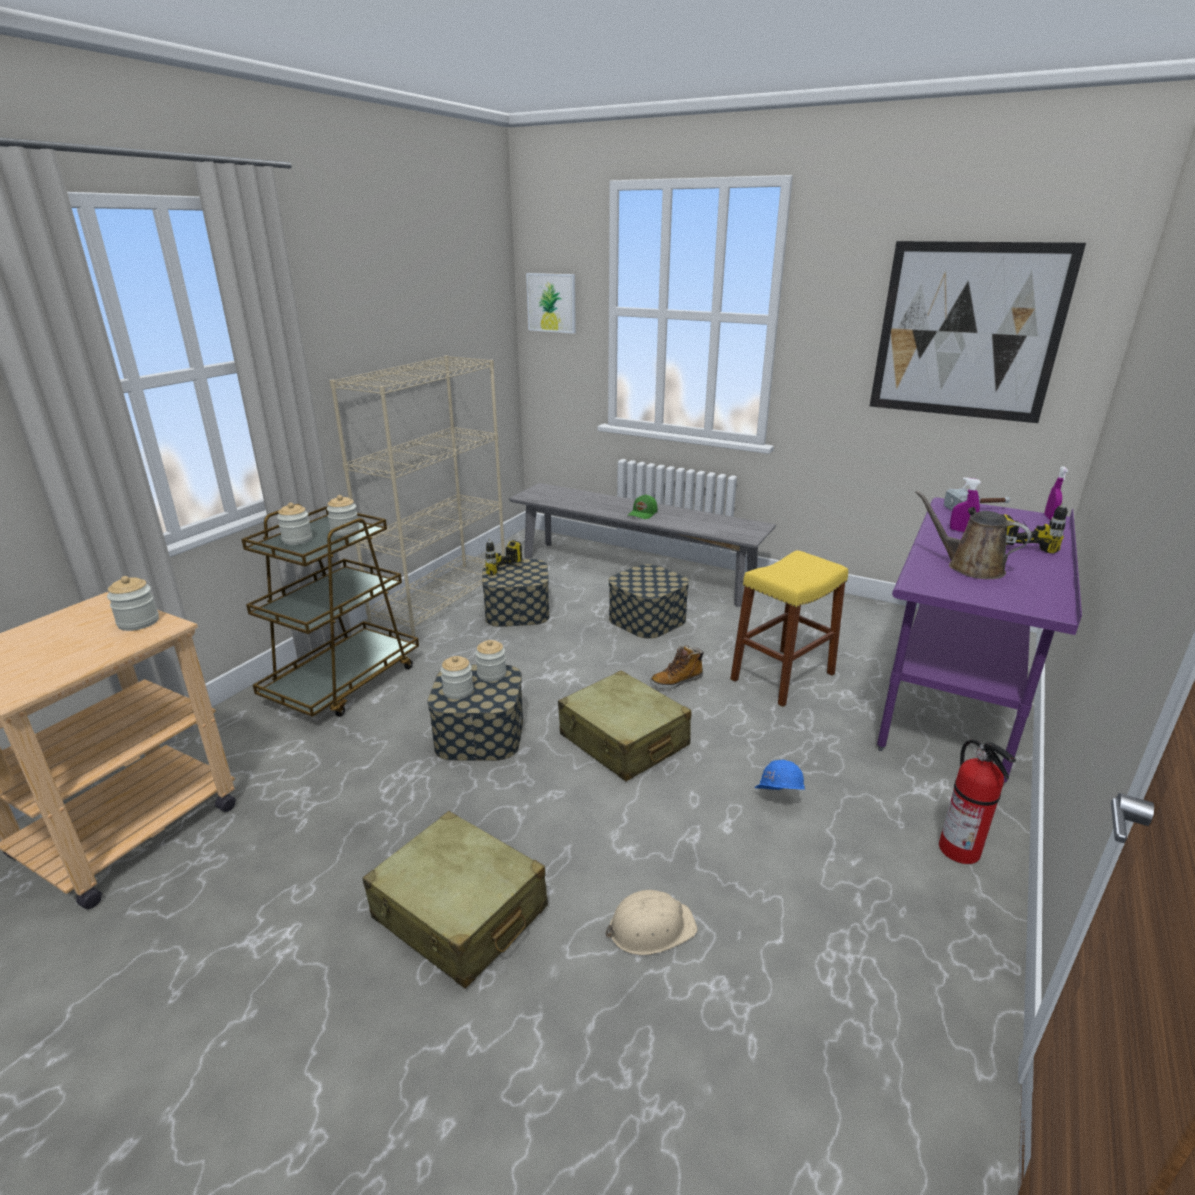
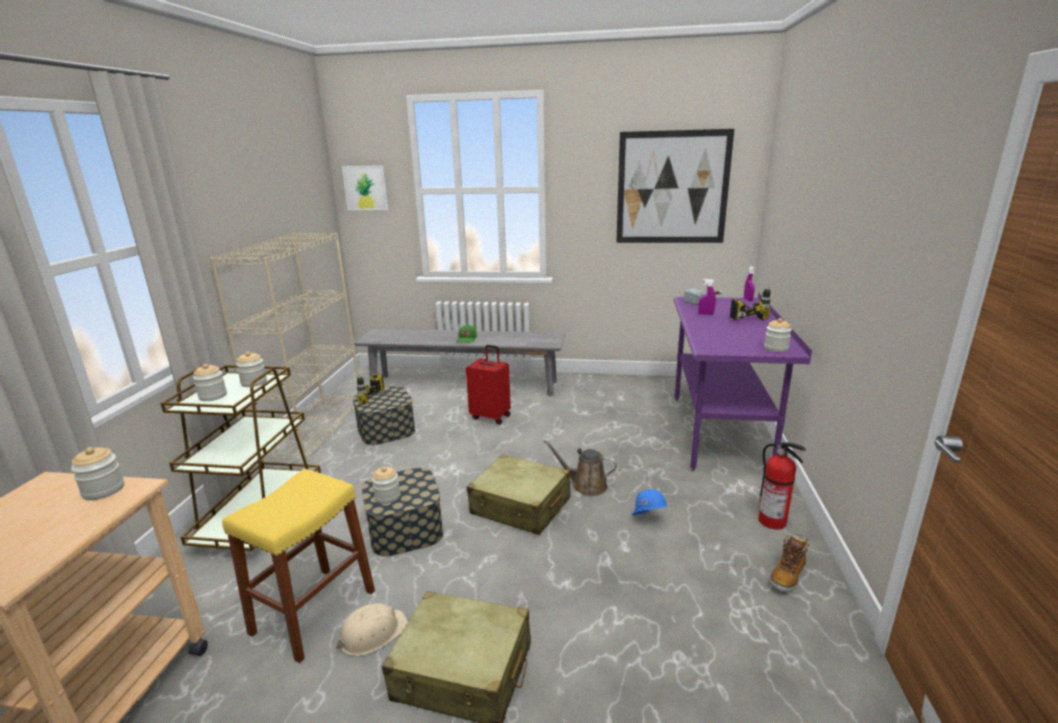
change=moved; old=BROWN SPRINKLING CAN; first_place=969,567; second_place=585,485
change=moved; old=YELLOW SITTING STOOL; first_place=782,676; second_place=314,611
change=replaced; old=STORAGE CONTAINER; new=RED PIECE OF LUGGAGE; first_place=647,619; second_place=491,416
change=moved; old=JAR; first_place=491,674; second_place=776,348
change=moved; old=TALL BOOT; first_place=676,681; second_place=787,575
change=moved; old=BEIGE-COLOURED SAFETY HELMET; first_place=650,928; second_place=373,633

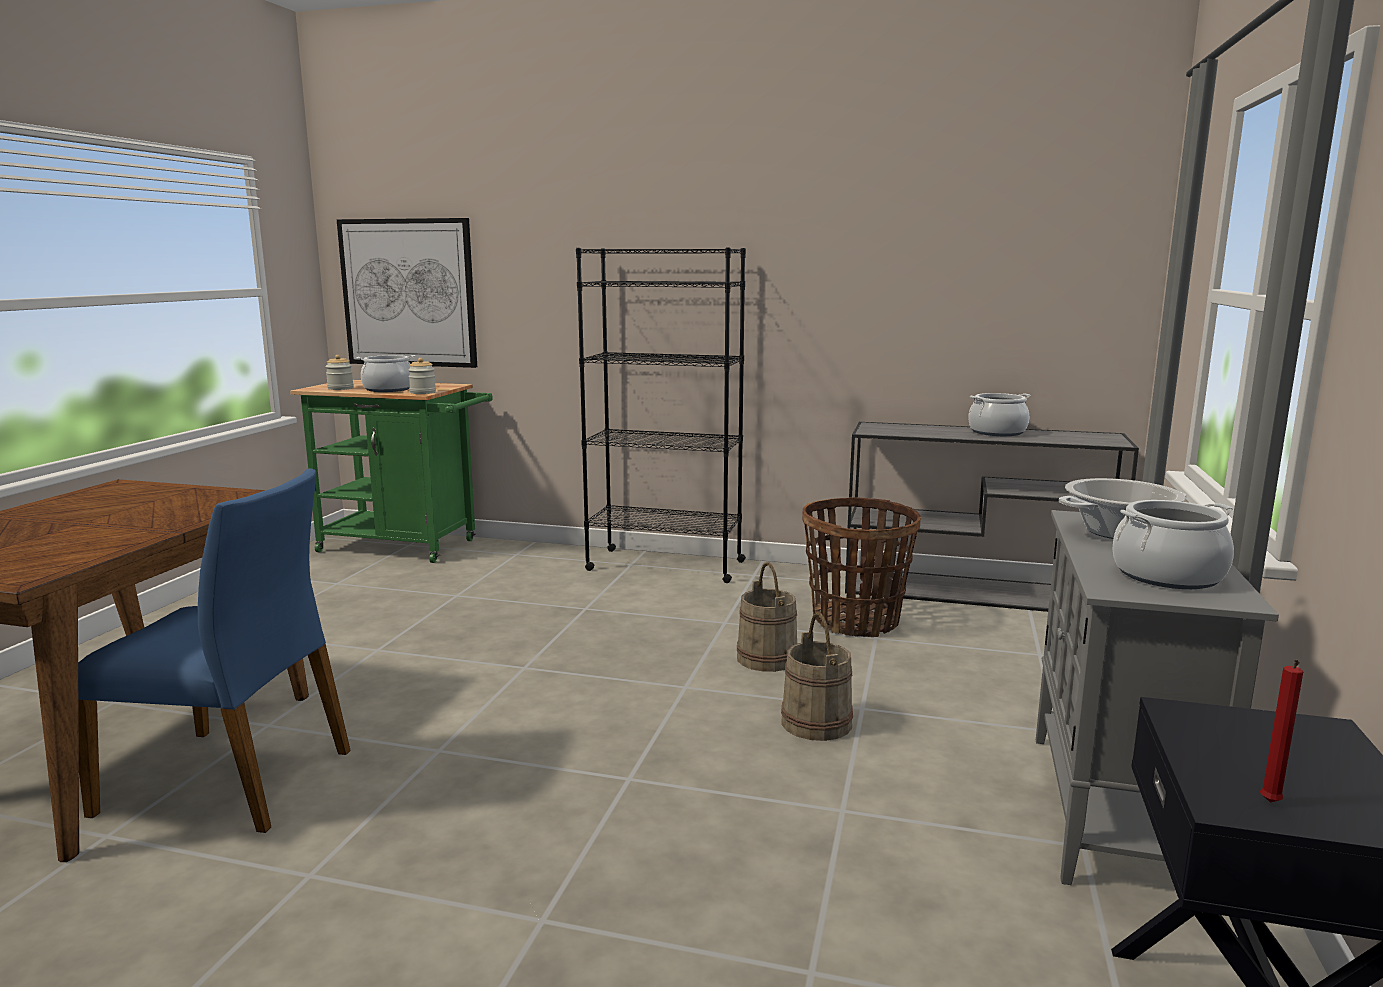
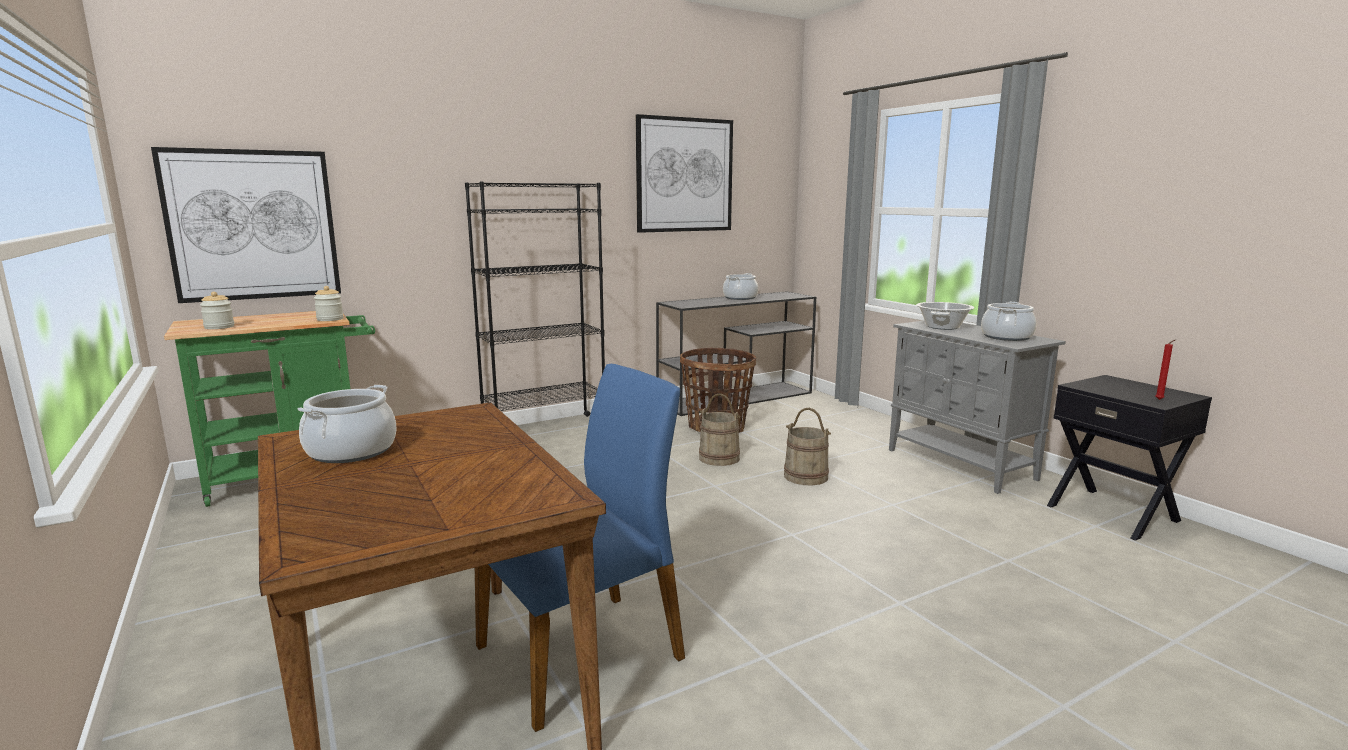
change=moved; old=STOCKPOT; first_place=388,389; second_place=351,451
change=added; new=PICTURE; second_place=684,175

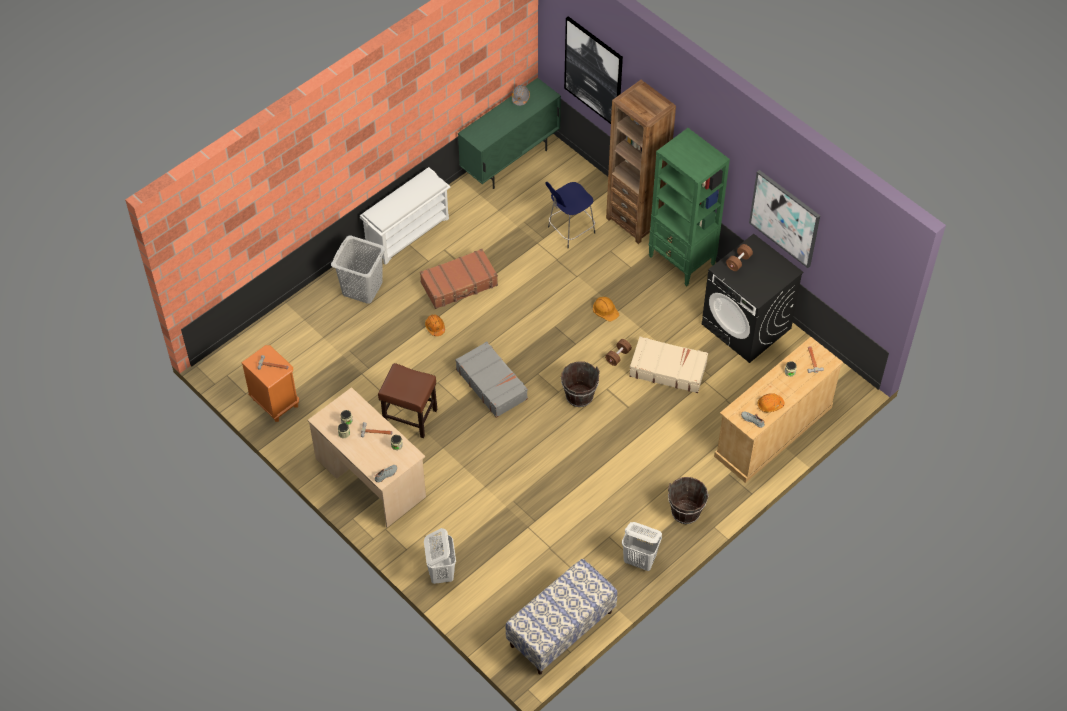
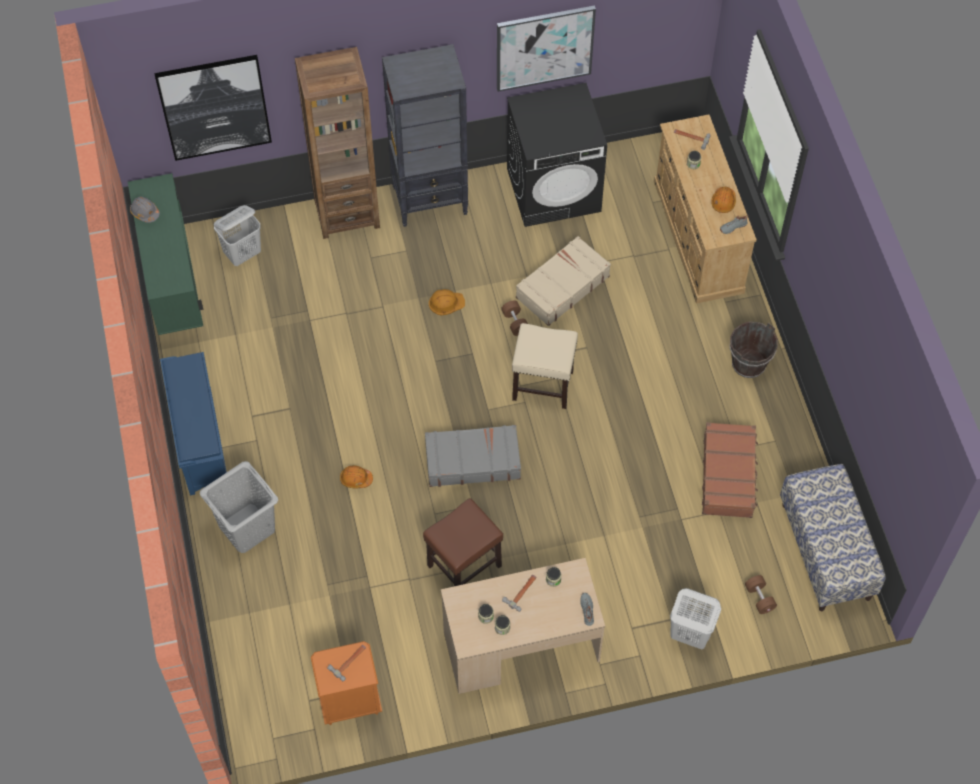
change=recoloured; old=GREEN-COLOURED BOOKCASE; new=BLACK-COLOURED BOOKCASE; first_place=682,261; second_place=430,200
change=recoloured; old=WHITE SHOE SHELF; new=BLUE-COLOURED SHOE SHELF; first_place=408,232; second_place=199,440
change=removed; old=BLUE-COLOURED SITTING STOOL; first_place=570,230
change=moved; old=BROWN HAND WEIGHT; first_place=738,262; second_place=759,598
change=moved; old=BROWN PIECE OF LUGGAGE; first_place=459,284; second_place=728,475
change=replaced; old=BROWN WATER BUCKET; new=BEIGE-COLOURED SITTING STOOL; first_place=579,396; second_place=543,385
change=moved; old=WHITE HAMPER; first_place=640,560; second_place=243,254

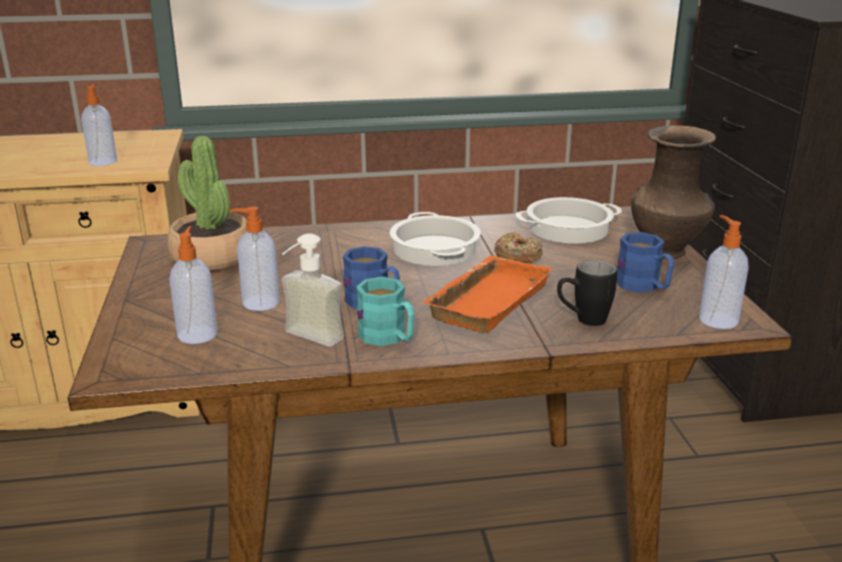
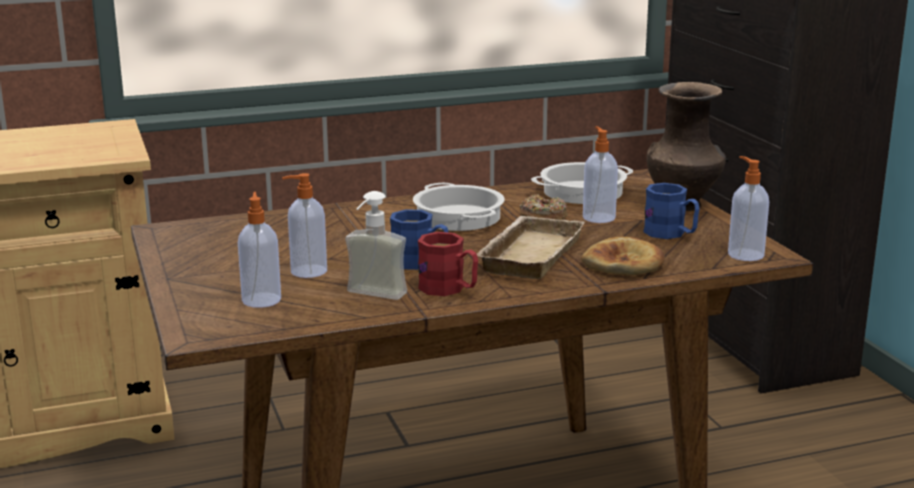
change=moved; old=LIQUID SOAP BOTTLE; first_place=103,161; second_place=598,217
change=removed; old=HOUSEPLANT; first_place=212,257
change=recoloured; old=ORANGE TRAY; new=BEIGE-COLOURED TRAY; first_place=486,300; second_place=528,254
change=replaced; old=BLACK-COLOURED COFFEE MUG; new=BAKED BREAD; first_place=582,320; second_place=624,264
change=recoloured; old=BLUE-GREEN COFFEE MUG; new=RED COFFEE MUG; first_place=388,338; second_place=449,289

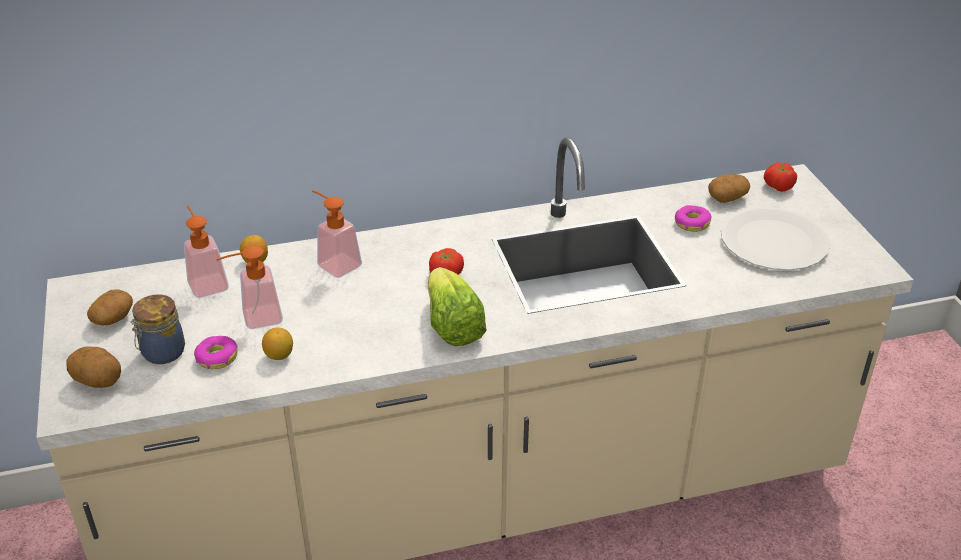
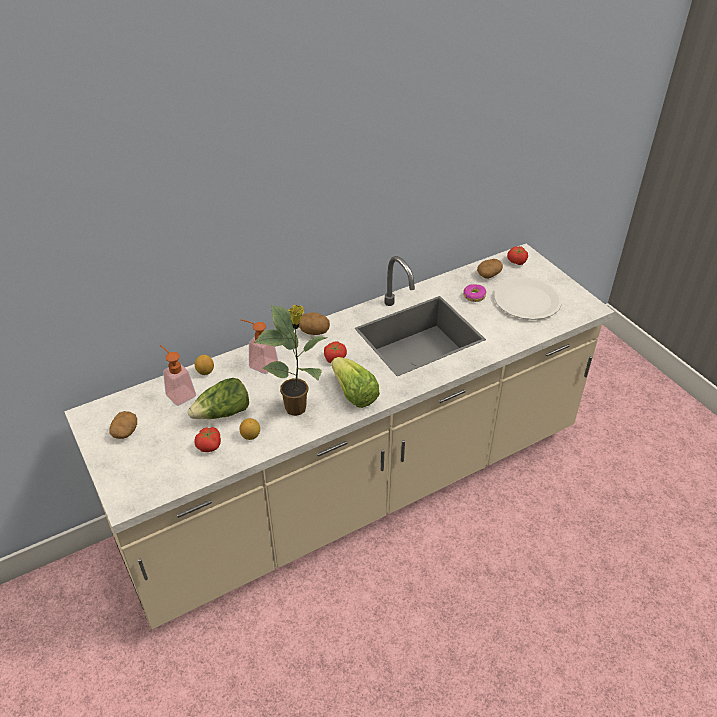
change=replaced; old=LIQUID SOAP BOTTLE; new=LETTUCE HEAD; first_place=254,319; second_place=223,413
change=removed; old=JAR; first_place=162,353
change=replaced; old=DONUT; new=WHOLE TOMATO; first_place=216,358; second_place=209,445
change=moved; old=POTATO; first_place=98,381; second_place=314,332
change=added; new=HOUSEPLANT; second_place=297,408

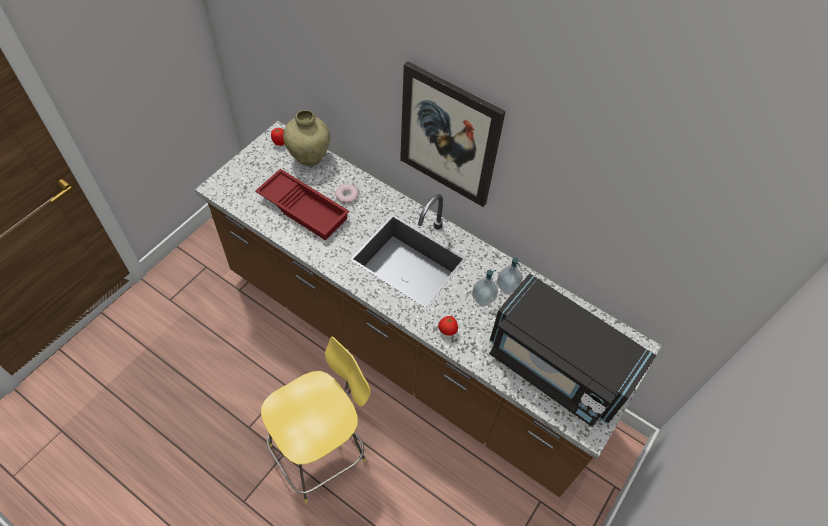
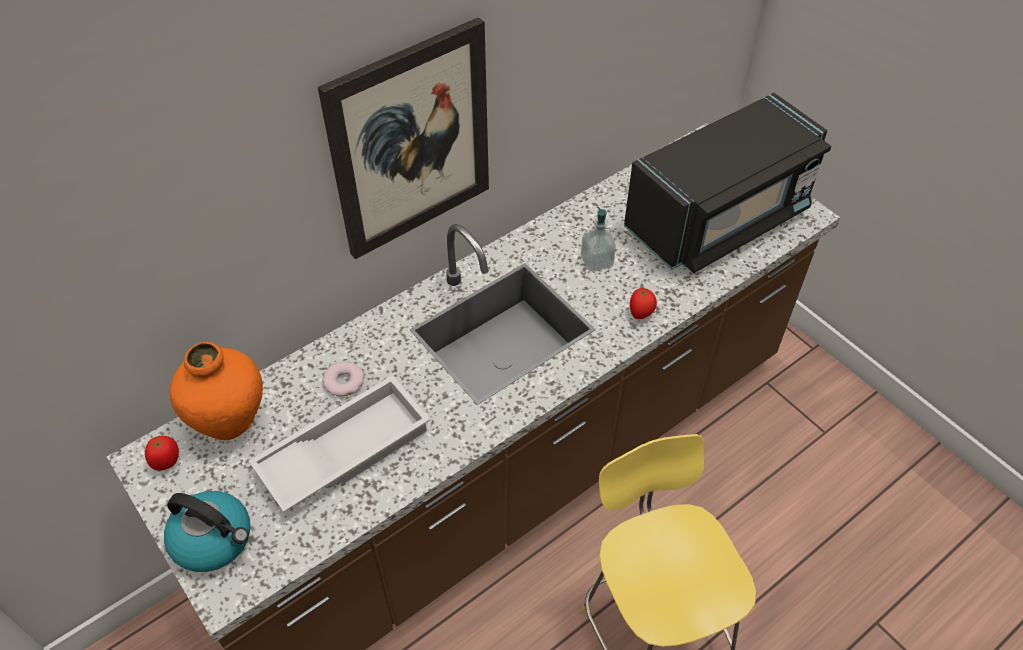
change=recoloured; old=BEIGE-COLOURED DECORATIVE VASE; new=ORANGE DECORATIVE VASE; first_place=309,158; second_place=230,420
change=recoloured; old=RED TRAY; new=WHITE TRAY; first_place=304,208; second_place=344,449
change=removed; old=LIQUID SOAP BOTTLE; first_place=507,285
change=added; new=TEA KETTLE; second_place=214,539

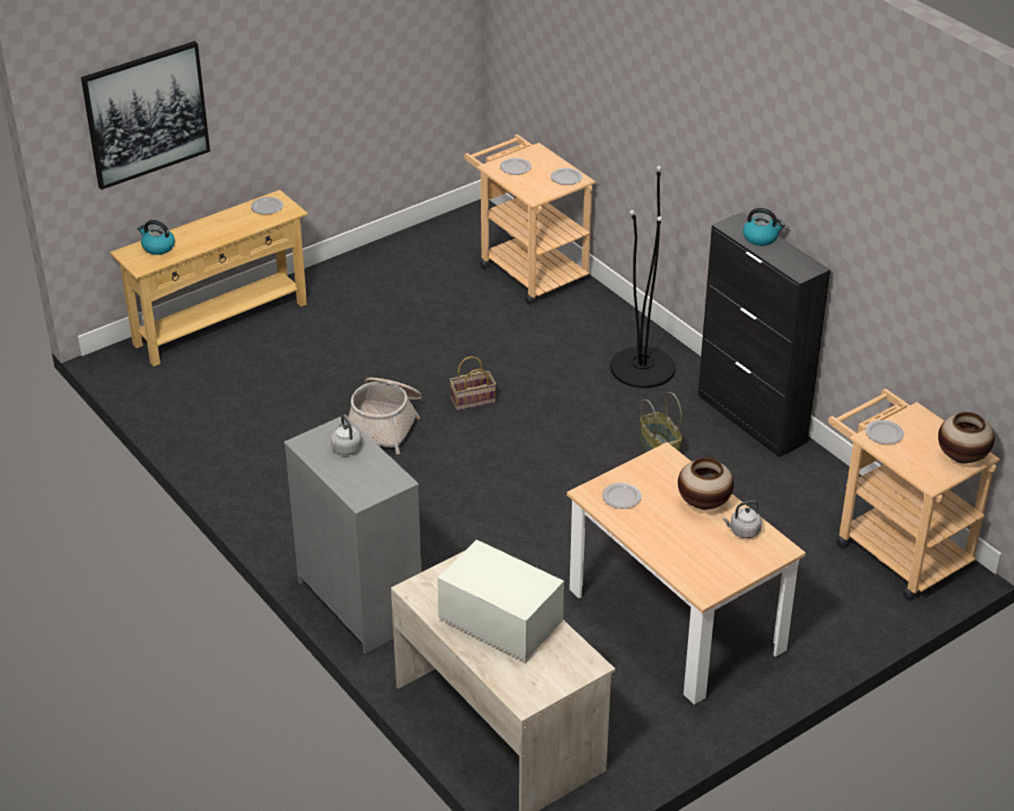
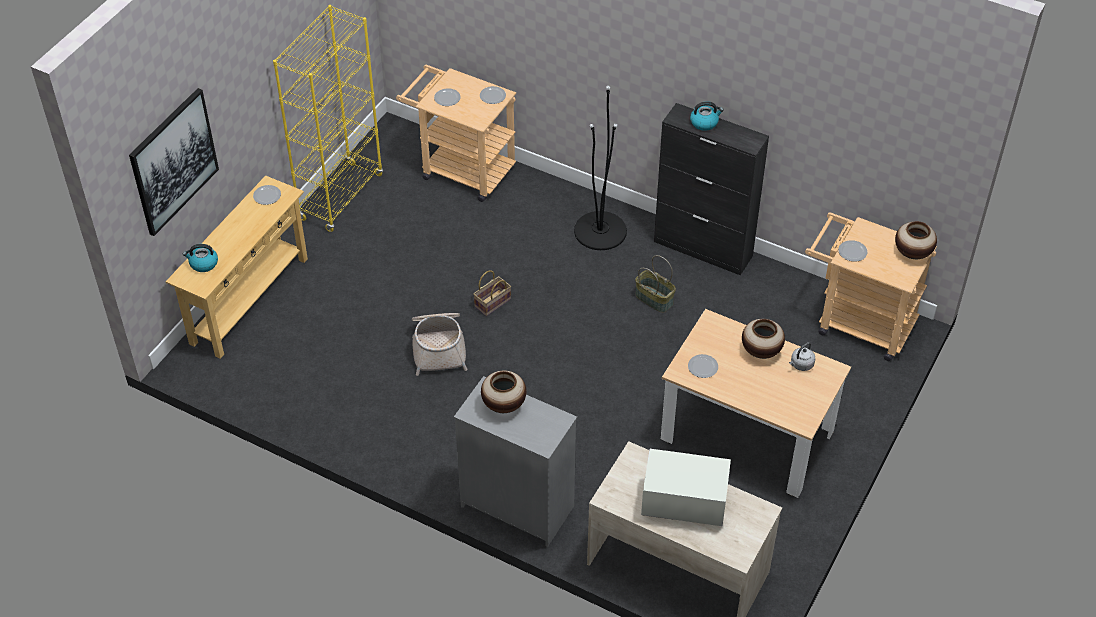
change=replaced; old=GRAY TEA KETTLE; new=DECORATIVE VASE; first_place=346,447; second_place=503,404
change=added; new=YELLOW BOOKCASE; second_place=341,197

